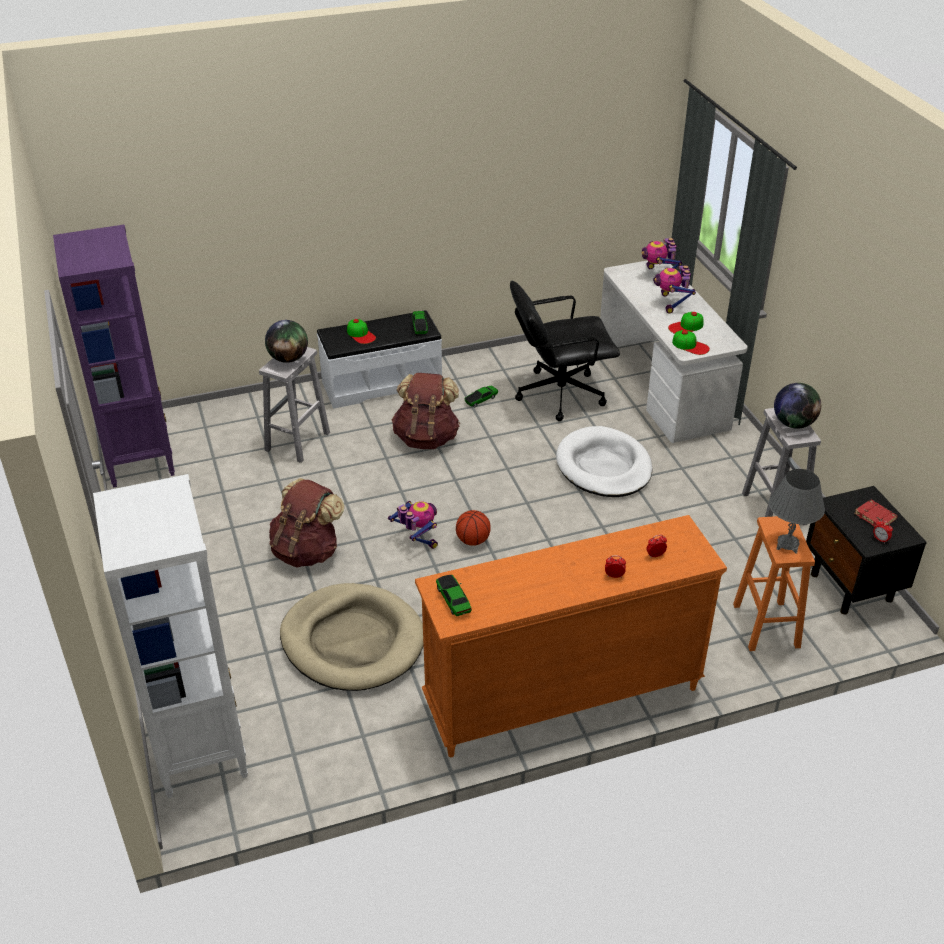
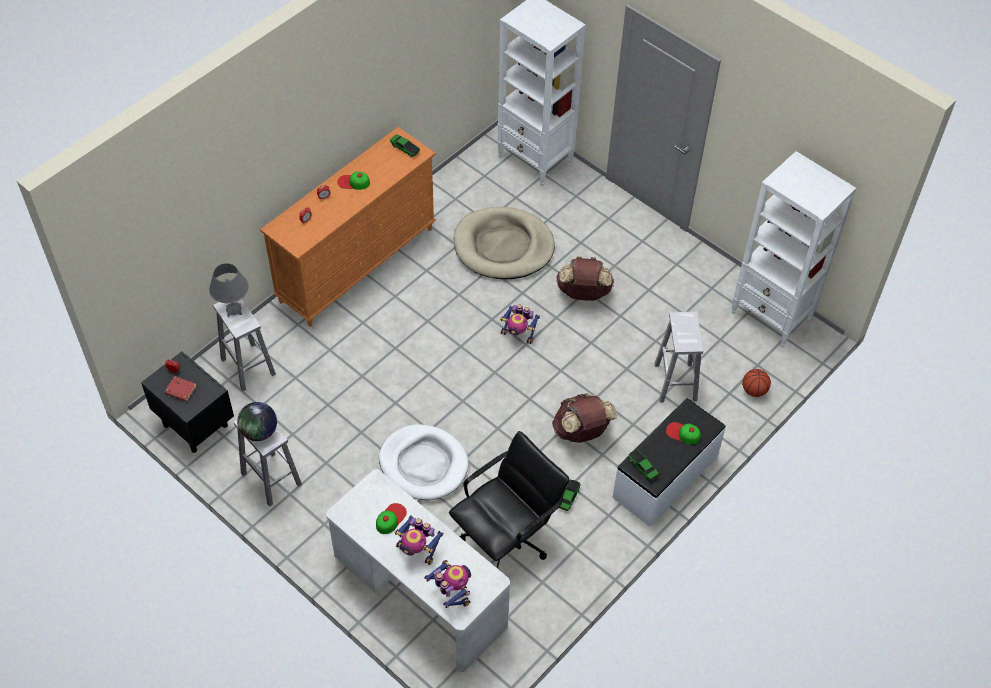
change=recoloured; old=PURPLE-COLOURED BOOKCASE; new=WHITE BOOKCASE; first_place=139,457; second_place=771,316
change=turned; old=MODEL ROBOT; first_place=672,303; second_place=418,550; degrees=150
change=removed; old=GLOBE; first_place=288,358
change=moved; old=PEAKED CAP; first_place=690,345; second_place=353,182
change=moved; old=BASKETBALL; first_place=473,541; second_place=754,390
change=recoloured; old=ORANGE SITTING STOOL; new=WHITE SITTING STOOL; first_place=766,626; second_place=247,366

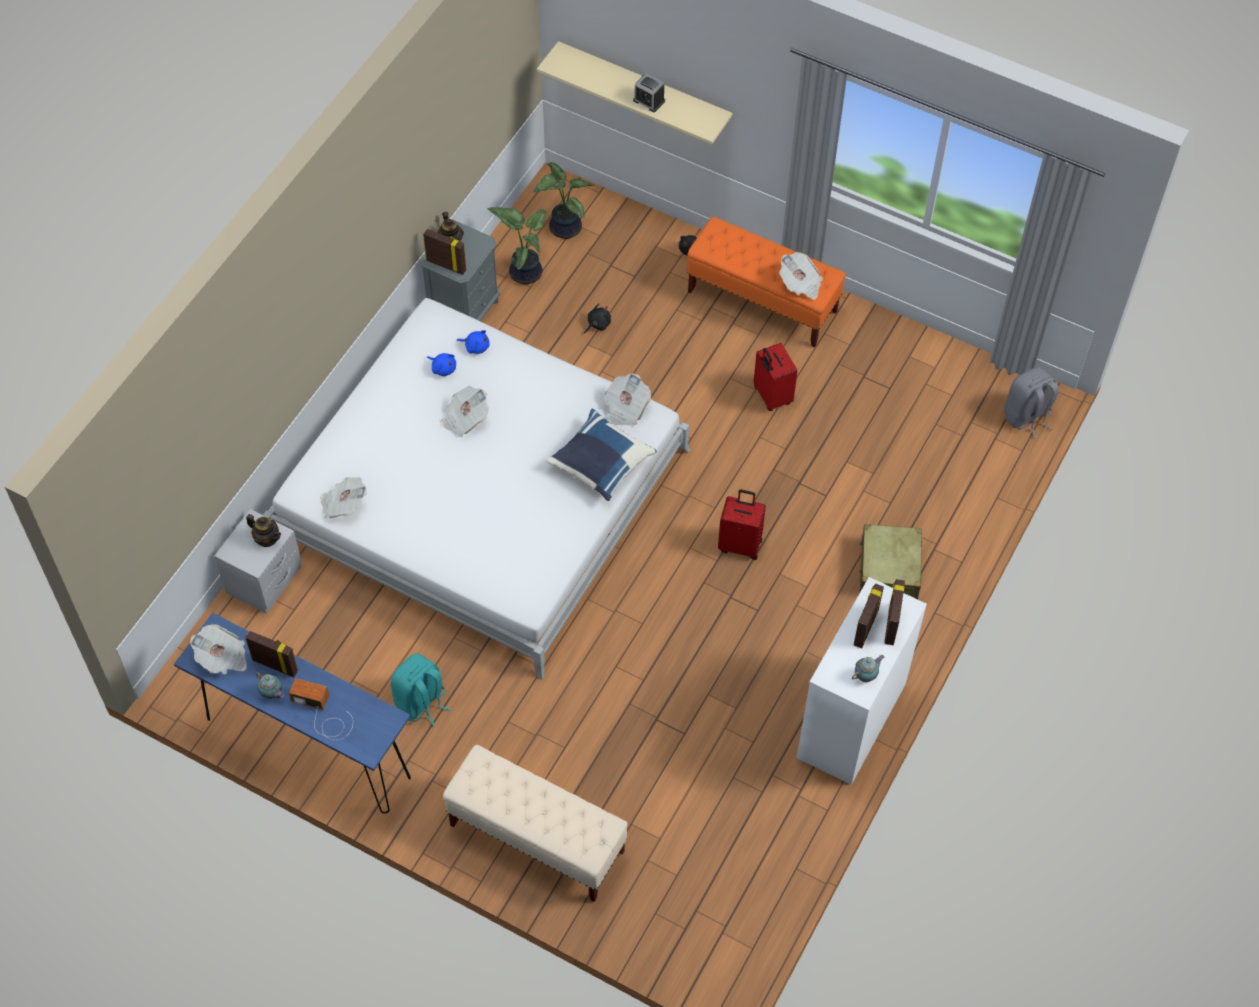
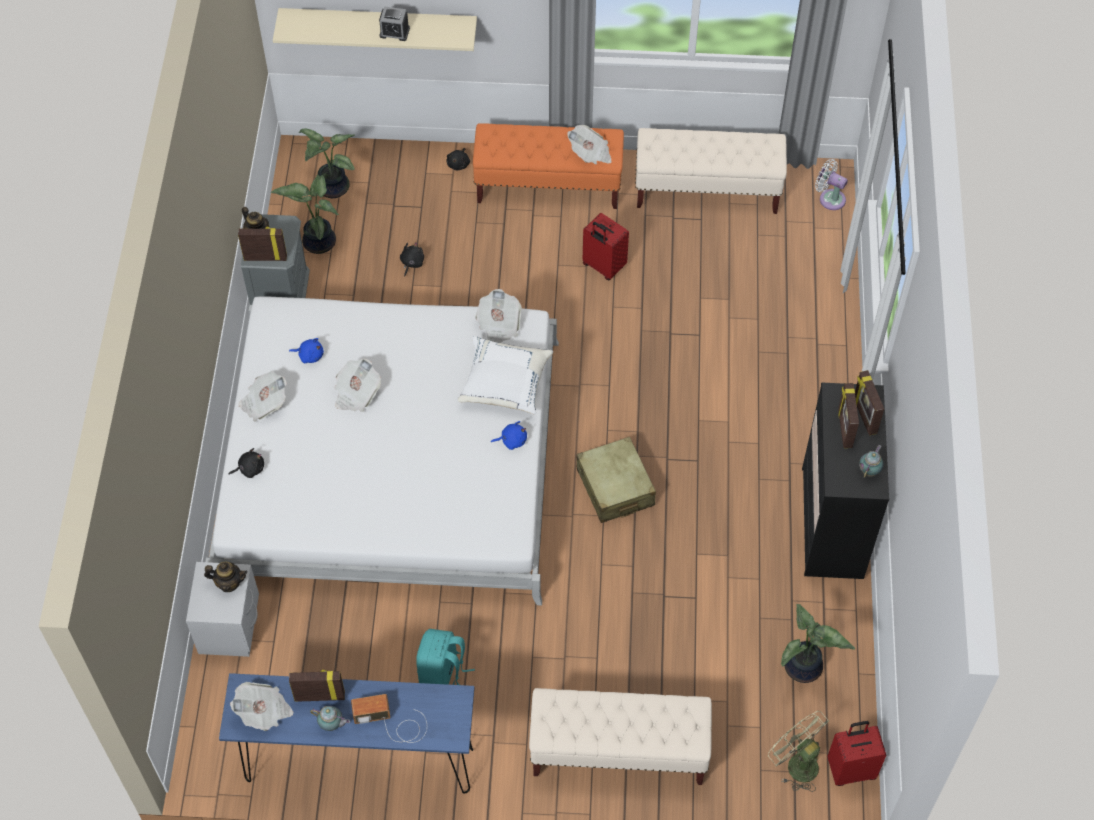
change=moved; old=BLUE-COLOURED SOFT TOY; first_place=476,346; second_place=512,440
change=replaced; old=GRAY KNAPSACK; new=WHITE ELECTRIC FAN; first_place=1027,417; second_place=829,198
change=recoloured; old=BLUE-COLOURED THROW PILLOW; new=WHITE THROW PILLOW; first_place=600,464; second_place=504,385
change=moved; old=PRINTED PAPER; first_place=343,504; second_place=264,403
change=moved; old=RED PIECE OF LUGGAGE; first_place=740,544; second_place=851,769
change=moved; old=BEIGE-COLOURED PIECE OF LUGGAGE; first_place=888,570; second_place=615,487
change=recoloured; old=WHITE DRESSER; new=BLACK-COLOURED DRESSER; first_place=851,721; second_place=832,523
change=added; new=BEIGE-COLOURED INDOOR BENCH; second_place=707,191
change=added; new=BLACK-COLOURED SOFT TOY; second_place=250,468
change=added; new=HOUSEPLANT; second_place=803,669
change=added; new=GREEN-COLOURED ELECTRIC FAN; second_place=796,763

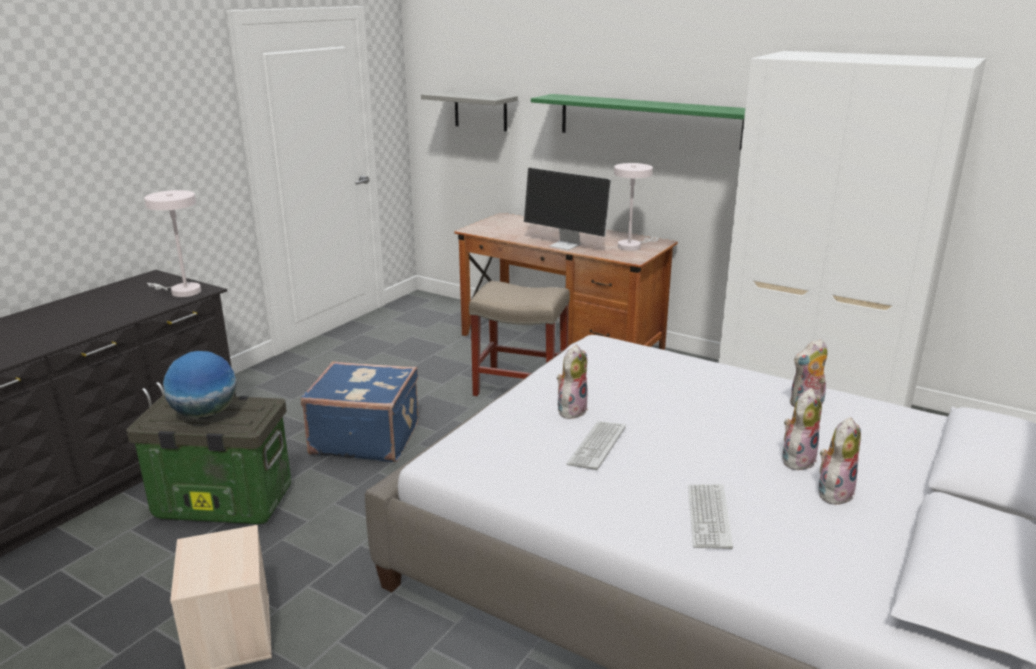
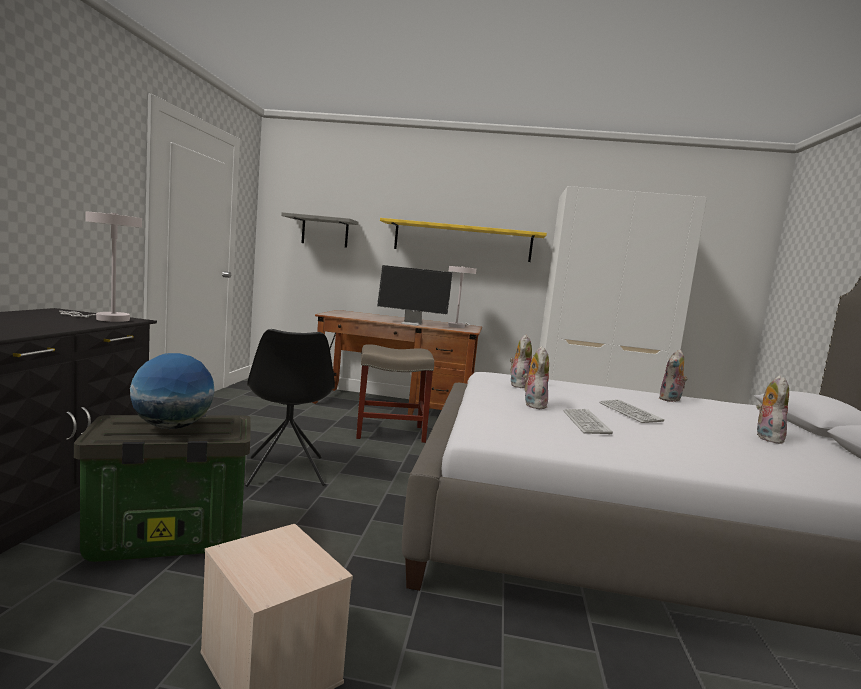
change=recoloured; old=GREEN-COLOURED BRACKET SHELF; new=YELLOW BRACKET SHELF; first_place=648,121; second_place=462,241
change=replaced; old=BLUE-COLOURED PIECE OF LUGGAGE; new=BLACK-COLOURED PLAIN CHAIR; first_place=365,438; second_place=285,472
change=moved; old=SOFT TOY; first_place=797,459; second_place=518,385
change=moved; old=KEYBOARD; first_place=708,517; second_place=629,412

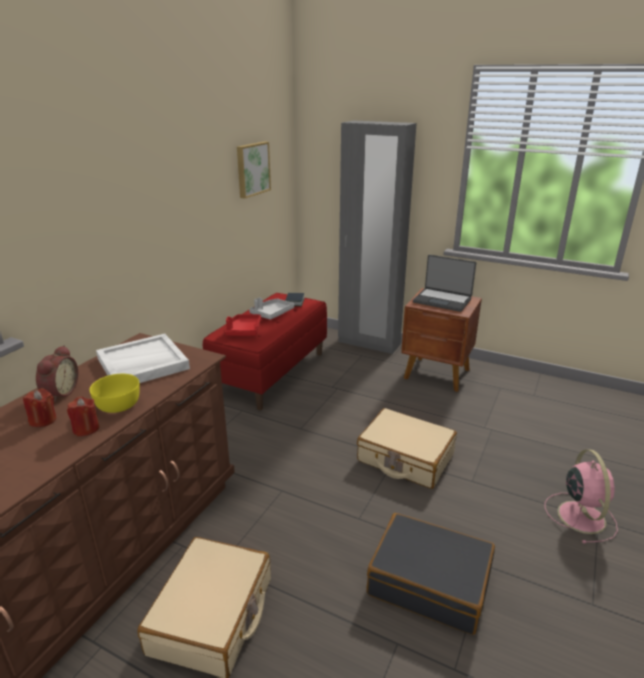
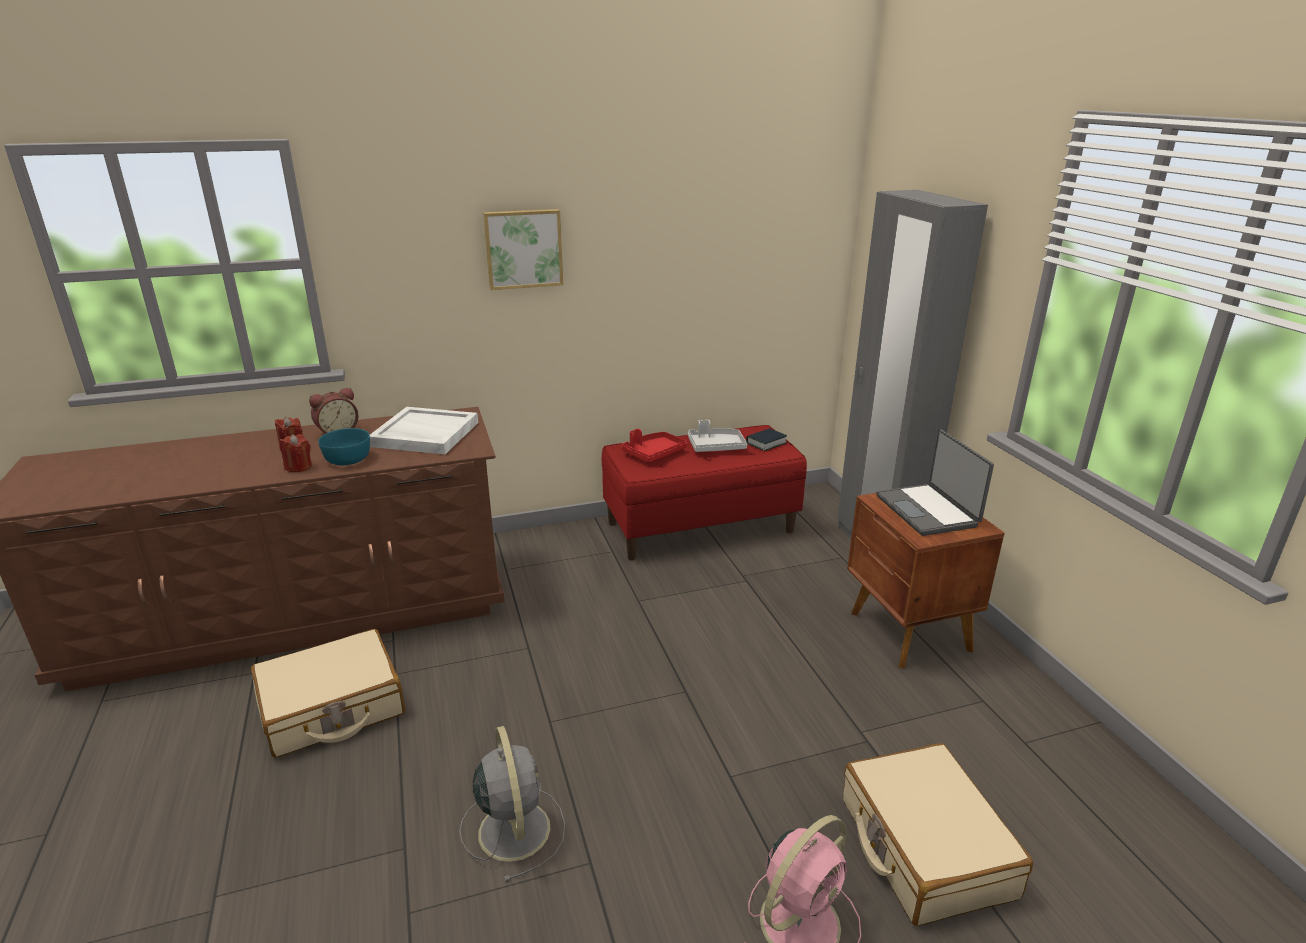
change=moved; old=PICTURE; first_place=252,169; second_place=523,248
change=recoloured; old=YELLOW BOWL; new=BLUE-GREEN BOWL; first_place=118,405; second_place=347,459
change=moved; old=BEIGE-COLOURED PIECE OF LUGGAGE; first_place=405,458; second_place=924,847
change=replaced; old=BLACK-COLOURED PIECE OF LUGGAGE; new=GRAY ELECTRIC FAN; first_place=429,582; second_place=513,828

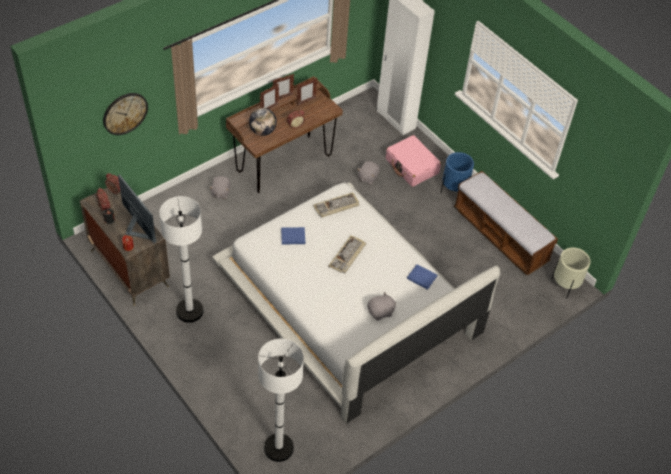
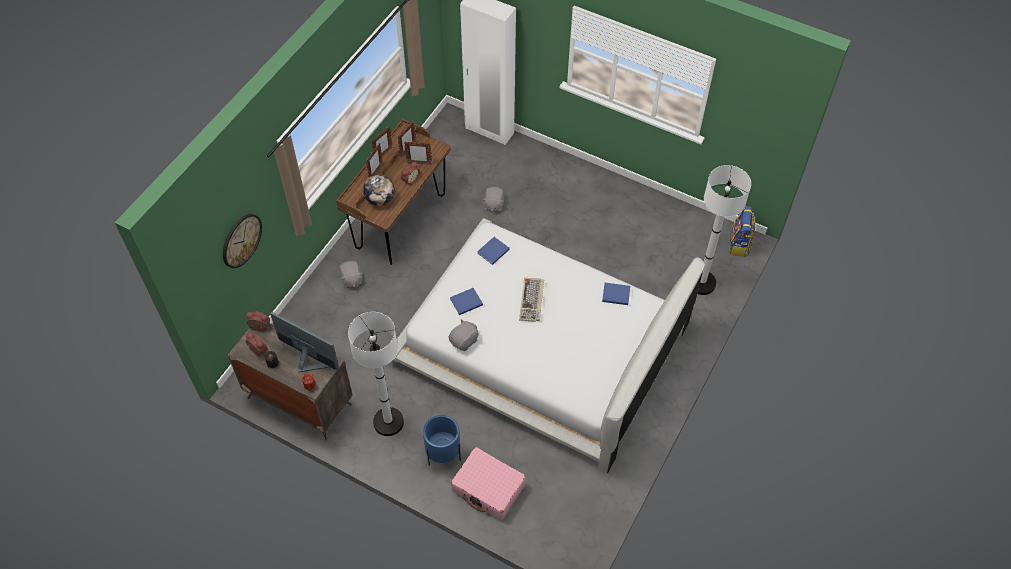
change=moved; old=PINK-COLOURED PIECE OF LUGGAGE; first_place=412,166; second_place=488,488
change=moved; old=BLUE-COLOURED FLOWER POT; first_place=454,190; second_place=443,454
change=removed; old=INDOOR BENCH; first_place=500,236
change=replaced; old=KEYBOARD; new=BLUE-COLOURED BOOK; first_place=336,206; second_place=492,252
change=replaced; old=BEIGE-COLOURED FLOWER POT; new=KNAPSACK; first_place=565,286; second_place=739,244
change=moved; old=GRAY SOFT TOY; first_place=380,312; second_place=464,341
change=moved; old=WHITE STANDARD LAMP; first_place=278,448; second_place=701,283
change=added; new=PICTURE FRAME; second_place=419,163

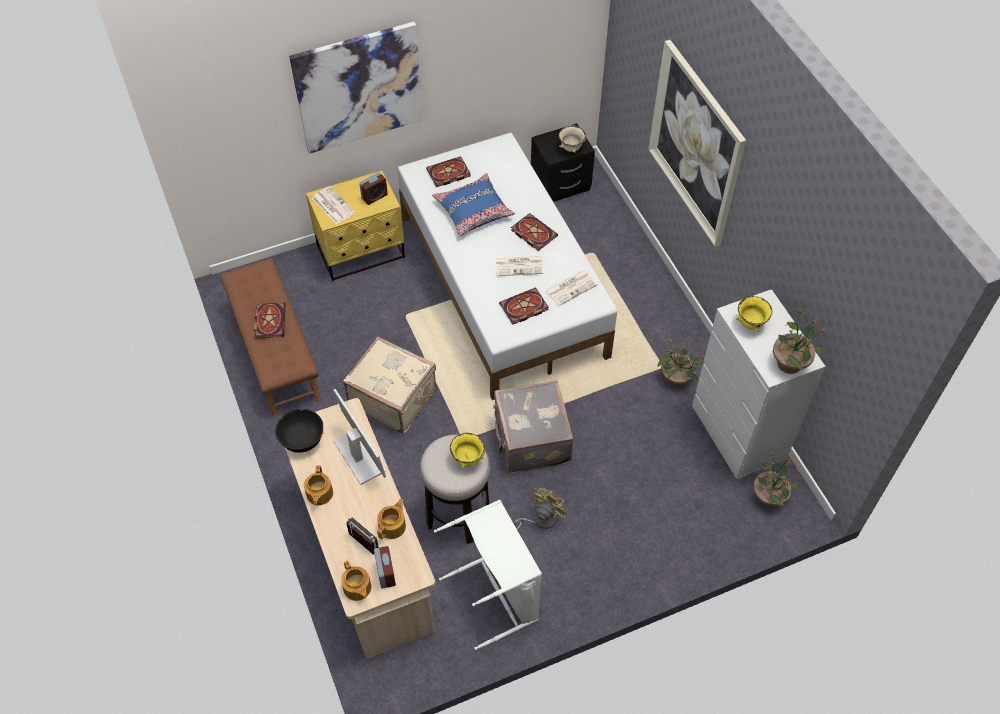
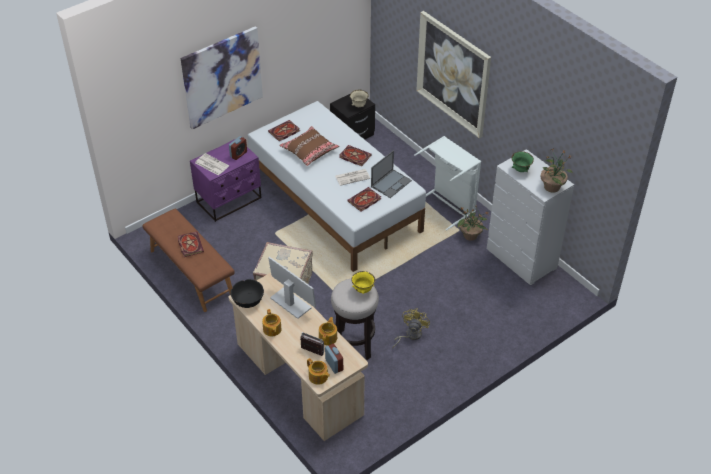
change=recoloured; old=YELLOW NIGHTSTAND; new=PURPLE-COLOURED NIGHTSTAND; first_place=361,252; second_place=229,200
change=recoloured; old=BLUE-COLOURED THROW PILLOW; new=BROWN THROW PILLOW; first_place=473,210; second_place=309,150
change=replaced; old=PRINTED PAPER; new=NOTEBOOK COMPUTER; first_place=571,287; second_place=391,183
change=recoloured; old=YELLOW BOWL; new=GREEN-COLOURED BOWL; first_place=750,323; second_place=520,170
change=removed; old=GRAY PIECE OF LUGGAGE; first_place=530,441
change=removed; old=HOUSEPLANT; first_place=768,496
change=moved; old=WHITE HAMPER; first_place=498,595; second_place=448,205

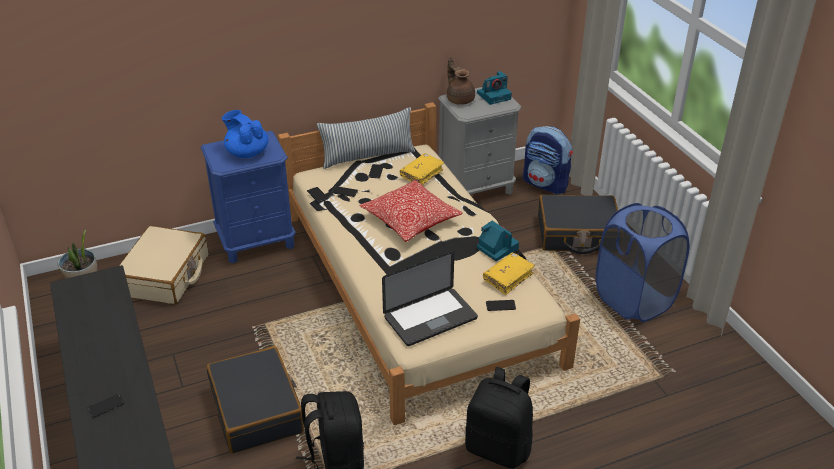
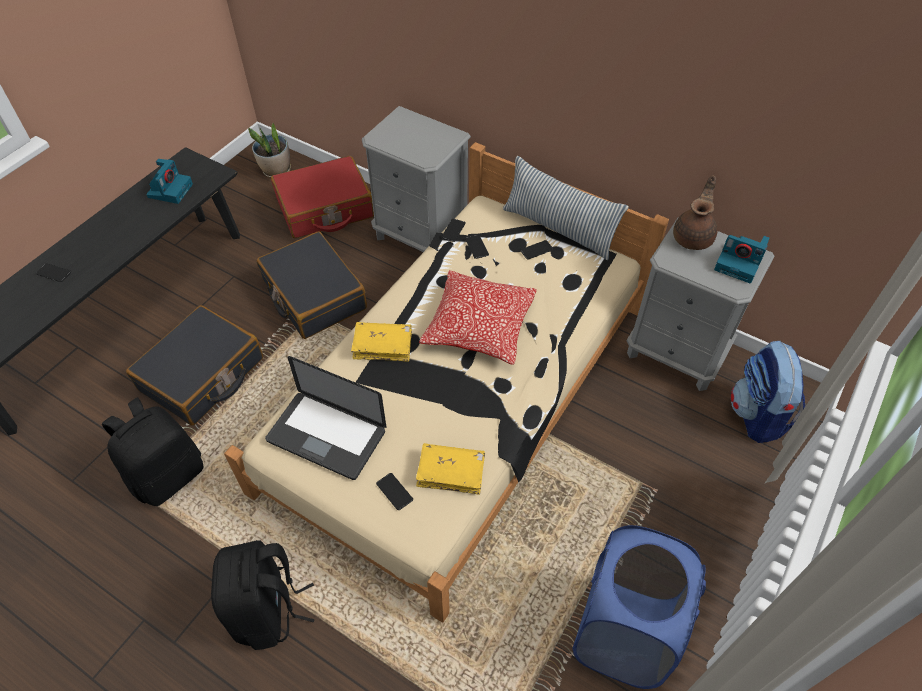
change=removed; old=BLUE-COLOURED TEA POT; first_place=247,152
change=recoloured; old=BLUE-COLOURED NIGHTSTAND; new=GRAY NIGHTSTAND; first_place=257,241; second_place=420,236
change=moved; old=YELLOW BOOK; first_place=421,174; second_place=383,346
change=moved; old=BLACK-COLOURED PIECE OF LUGGAGE; first_place=577,234; second_place=313,295
change=moved; old=PHOTO CAMERA; first_place=496,248; second_place=170,190
change=recoloured; old=BEIGE-COLOURED PIECE OF LUGGAGE; new=RED PIECE OF LUGGAGE; first_place=165,275; second_place=325,208

